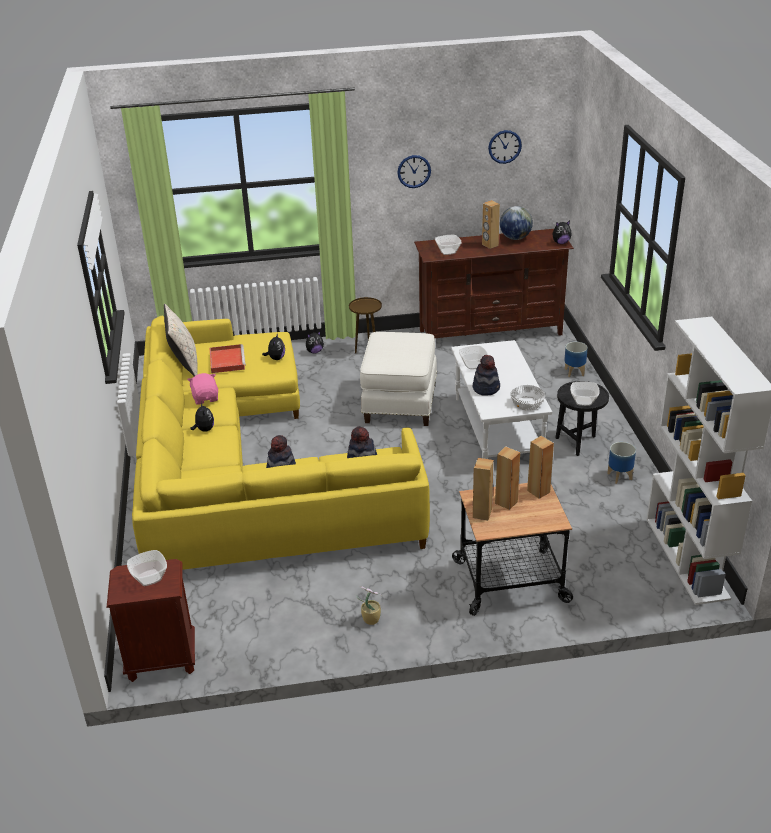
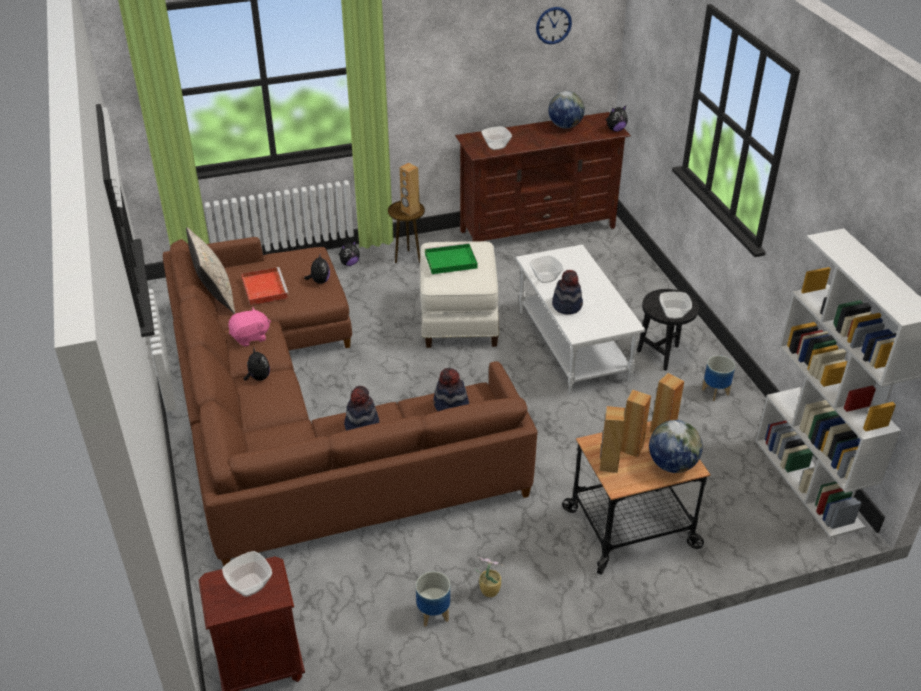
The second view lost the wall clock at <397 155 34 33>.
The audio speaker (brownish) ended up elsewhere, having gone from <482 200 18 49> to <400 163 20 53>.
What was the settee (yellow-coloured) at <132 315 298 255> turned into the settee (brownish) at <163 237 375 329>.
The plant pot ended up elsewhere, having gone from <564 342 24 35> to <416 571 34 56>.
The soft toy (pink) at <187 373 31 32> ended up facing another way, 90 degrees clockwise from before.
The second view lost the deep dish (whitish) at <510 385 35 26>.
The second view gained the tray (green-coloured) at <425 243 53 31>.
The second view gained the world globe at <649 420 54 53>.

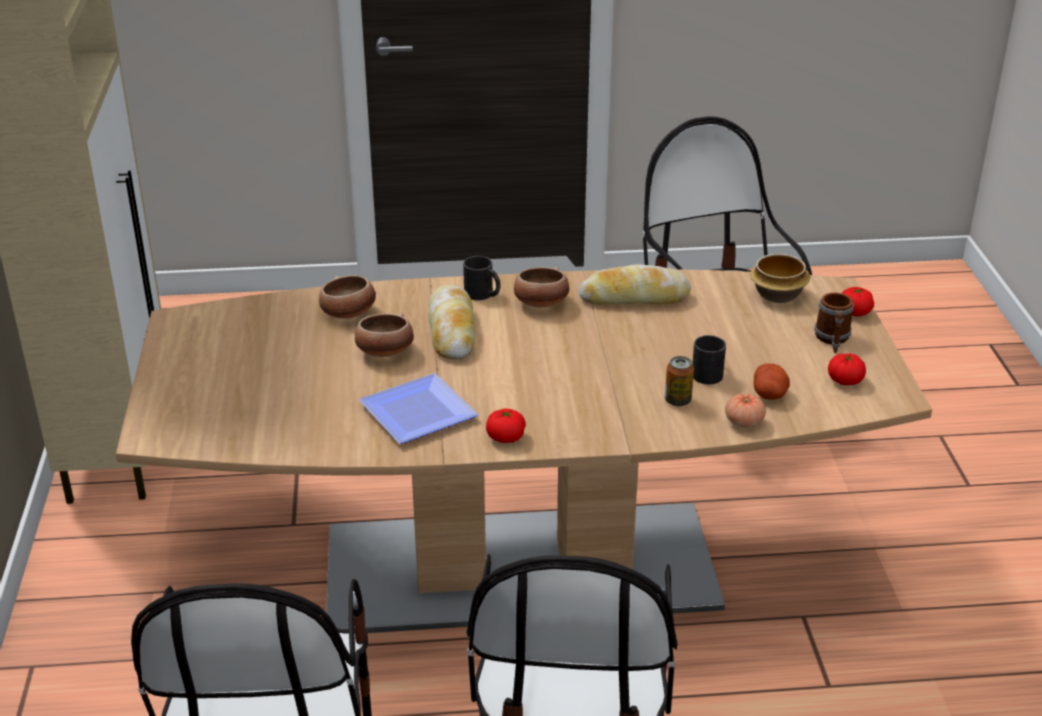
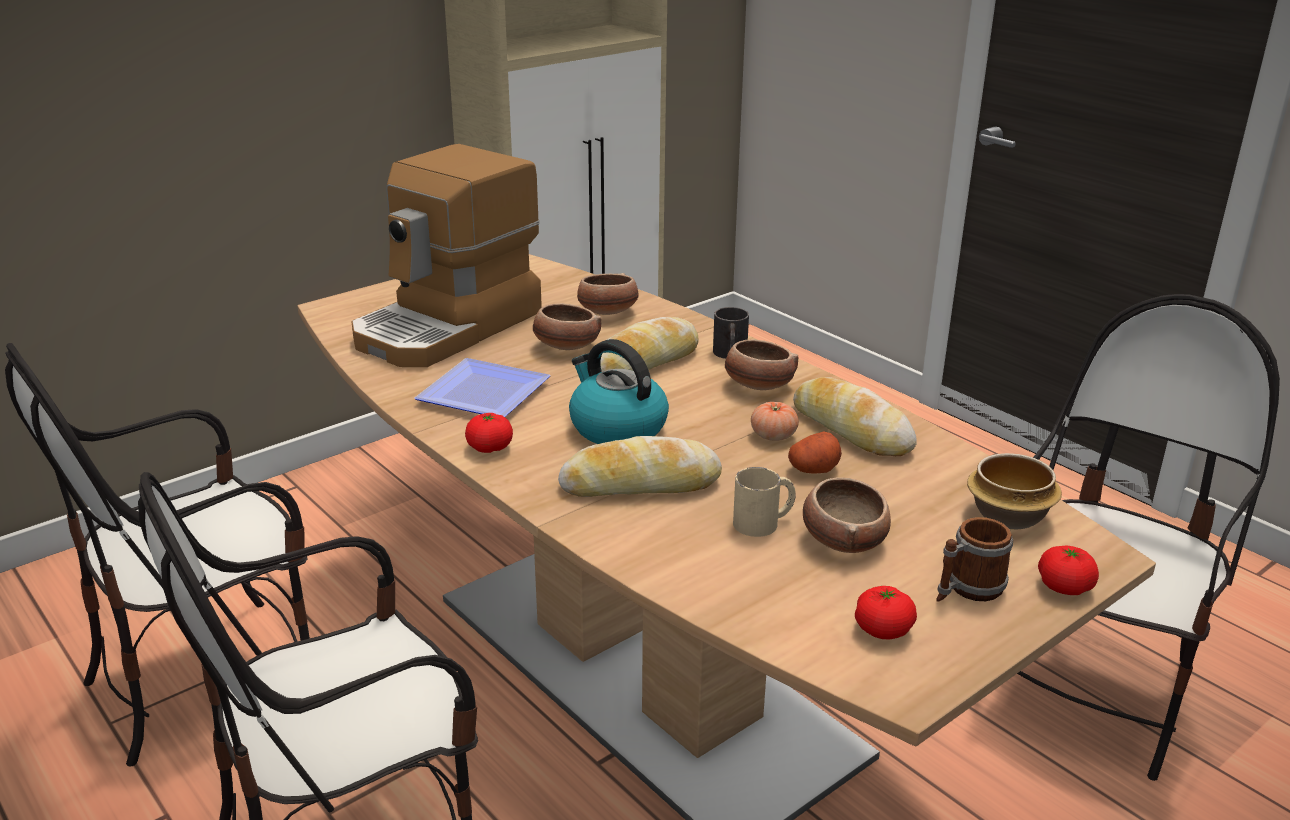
What was the coffee mug (black) at <692 335 34 49> turned into the coffee mug (sand-coloured) at <733 467 63 70>.
The second view lost the sealed can at <665 356 29 50>.
The whole potato ended up elsewhere, having gone from <754 363 36 37> to <788 431 54 43>.
The whole tomato ended up elsewhere, having gone from <725 393 41 35> to <751 402 48 39>.
The second view gained the coffee machine at <352 144 190 223>.
The second view gained the tea kettle at <569 339 100 105>.
The second view gained the baked bread at <558 436 164 61>.
The second view gained the deep dish at <803 477 88 76>.

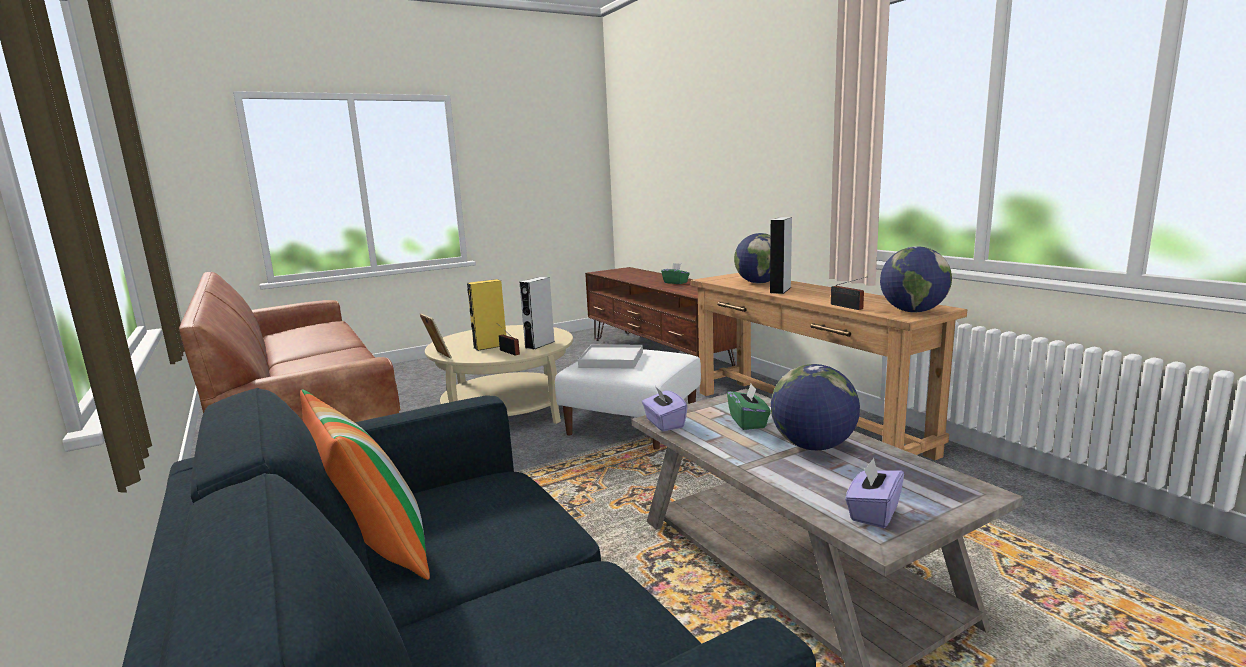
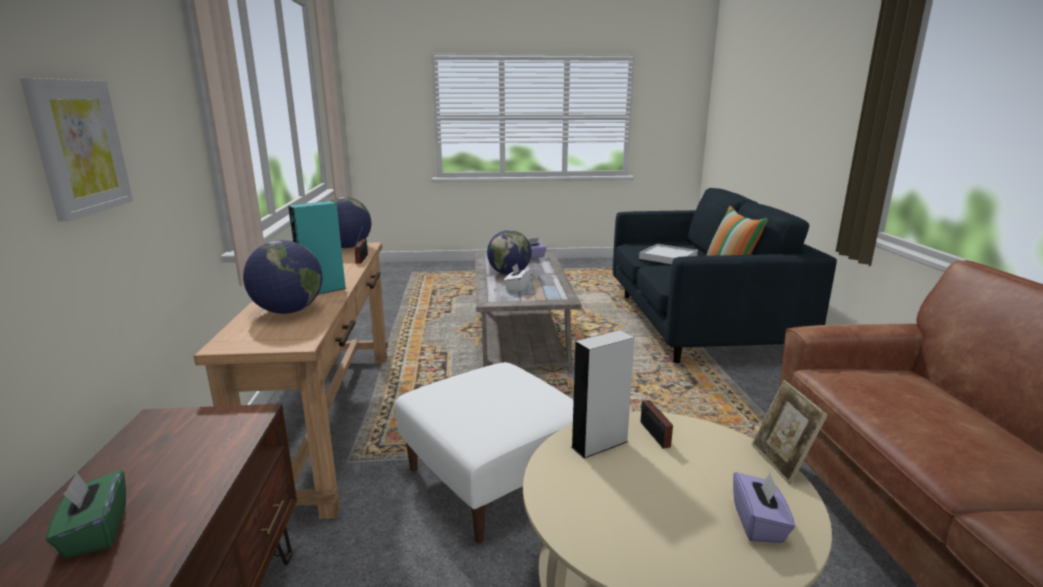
What was the audio speaker (grey) at <770 217 22 77> turned into the audio speaker (turquoise) at <288 201 58 93>.
The second view lost the audio speaker (yellow-coloured) at <467 279 39 72>.
The tray (whitish) ended up elsewhere, having gone from <578 344 65 25> to <639 244 59 20>.
What was the tissue holder (green-coloured) at <727 384 44 46> turned into the tissue holder (whitish) at <504 264 27 28>.
The tissue holder (purple-coloured) ended up elsewhere, having gone from <642 386 46 45> to <733 472 62 71>.
The second view gained the wall art at <20 78 113 143>.

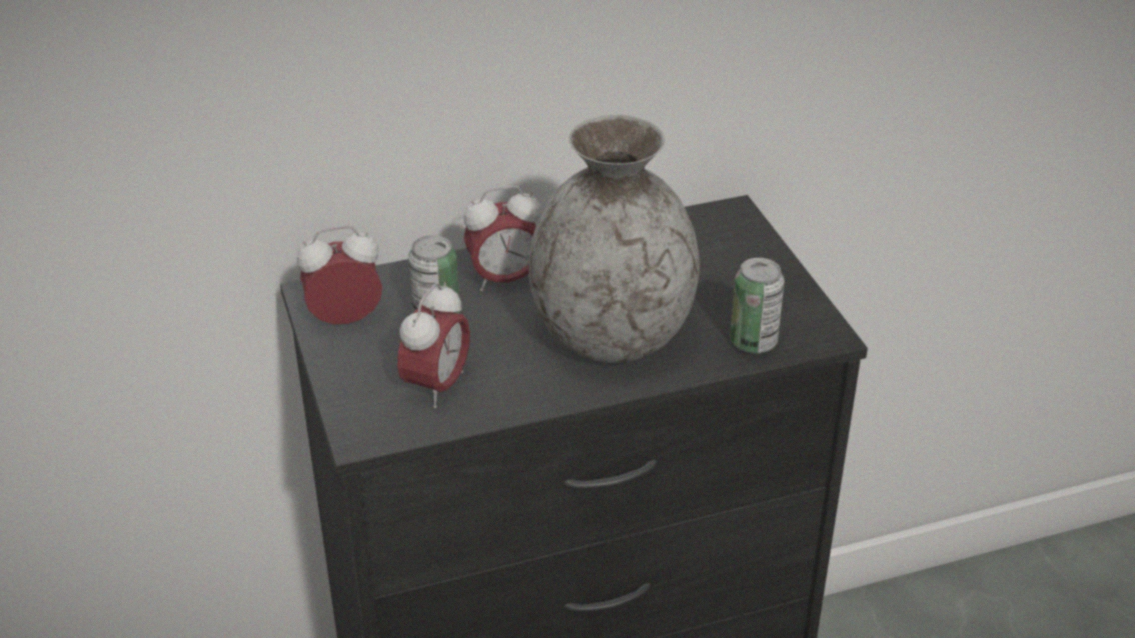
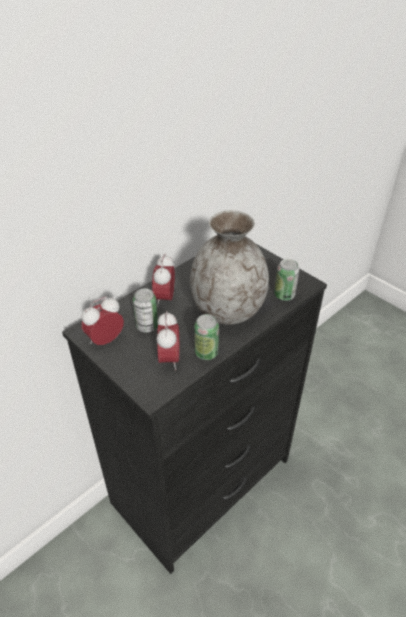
The table clock at <464 186 77 105> ended up facing another way, 135 degrees clockwise from before.
The second view gained the sealed can at <194 314 25 46>.

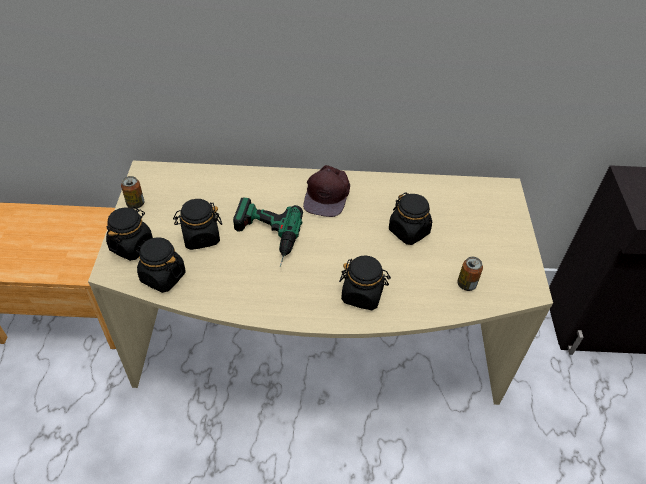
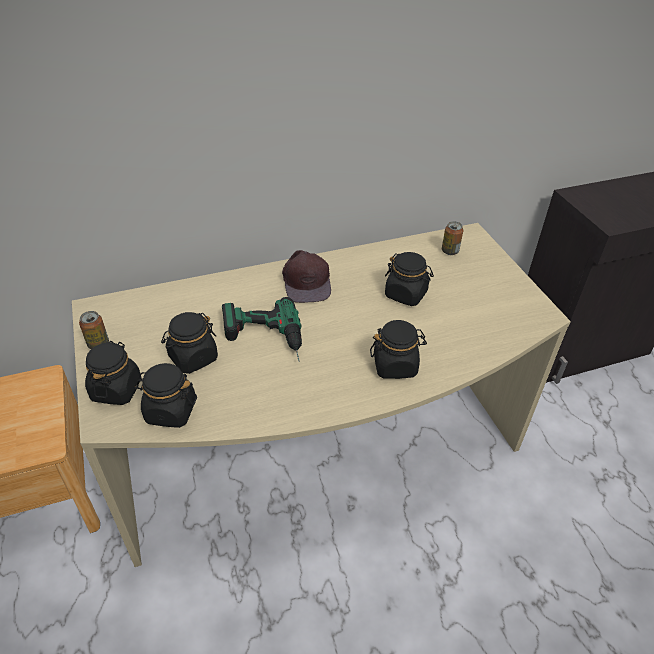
The sealed can ended up elsewhere, having gone from <457 257 26 34> to <442 221 21 34>.

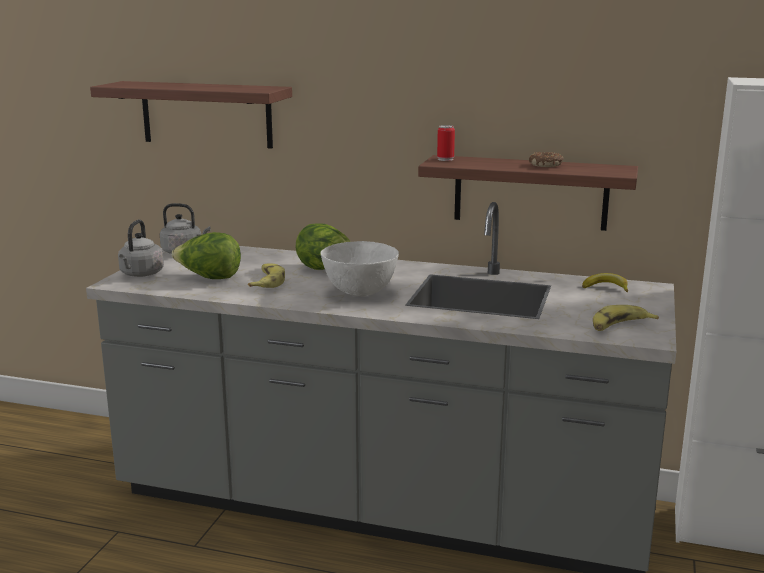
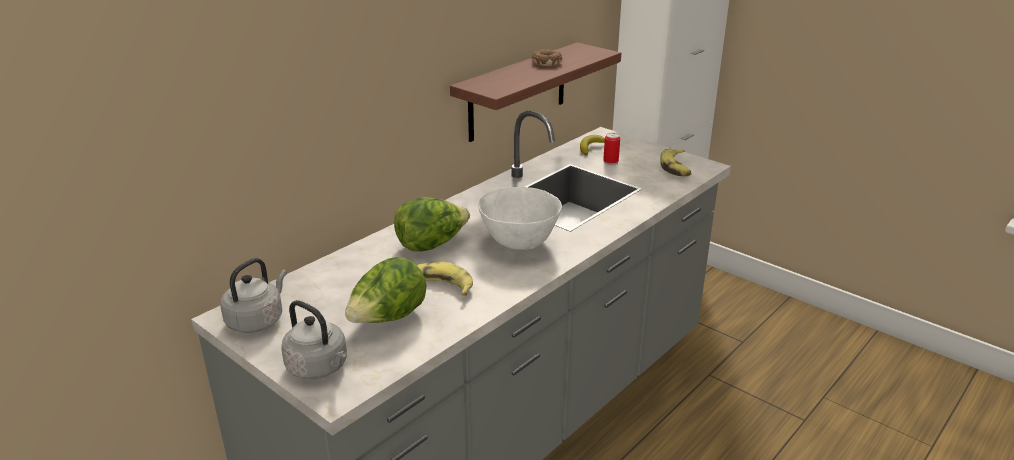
The second view lost the bracket shelf at <90 81 202 68>.
The sealed can ended up elsewhere, having gone from <437 125 18 36> to <603 133 17 33>.

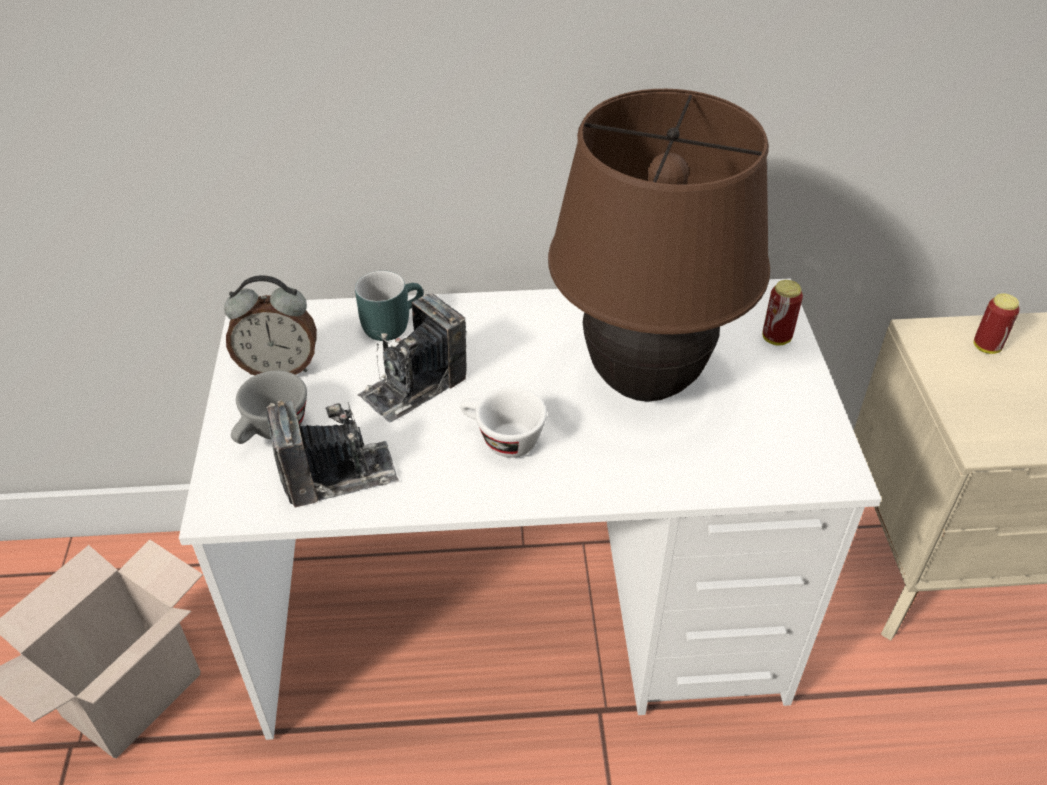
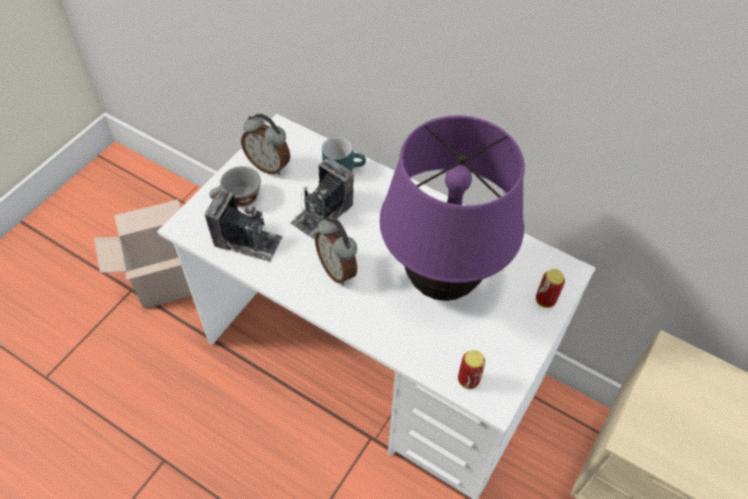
What was the tabletop lamp (brownish) at <548 89 222 313> turned into the tabletop lamp (purple-coloured) at <380 115 145 186>.
The photo camera at <357 293 110 130> ended up facing another way, 45 degrees counterclockwise from before.
The sealed can ended up elsewhere, having gone from <974 293 46 61> to <458 350 27 39>.
Where the cup (whitish) stood at <460 387 87 71>, the table clock came to stand at <315 217 42 68>.

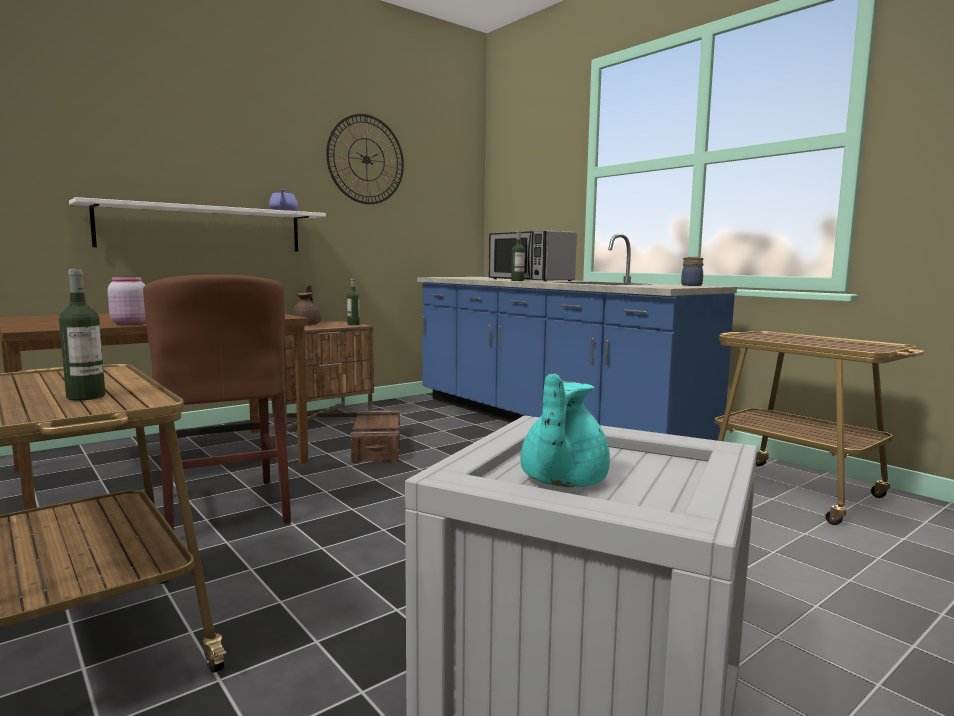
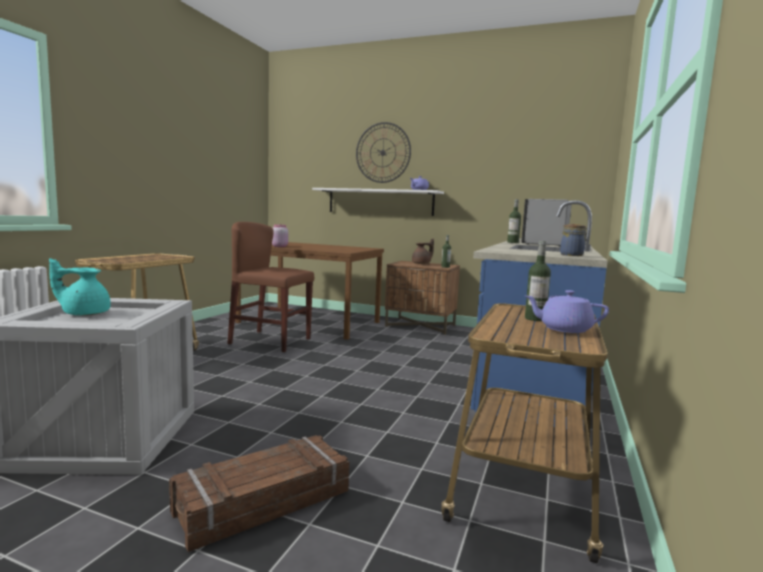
The wall clock ended up elsewhere, having gone from <326 114 78 90> to <356 122 55 61>.
The beverage bottle ended up elsewhere, having gone from <59 269 46 132> to <525 241 26 80>.
The chair (brownish) at <143 275 148 255> ended up facing another way, 75 degrees clockwise from before.
The packing crate ended up elsewhere, having gone from <351 409 49 55> to <169 435 180 117>.
The second view gained the tea pot (purple-coloured) at <525 290 84 43>.

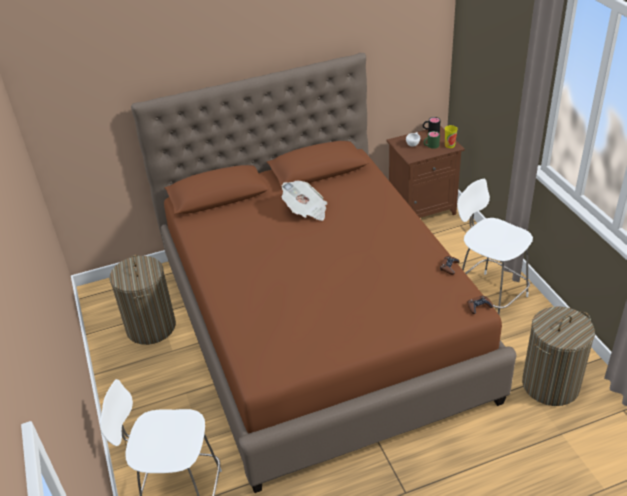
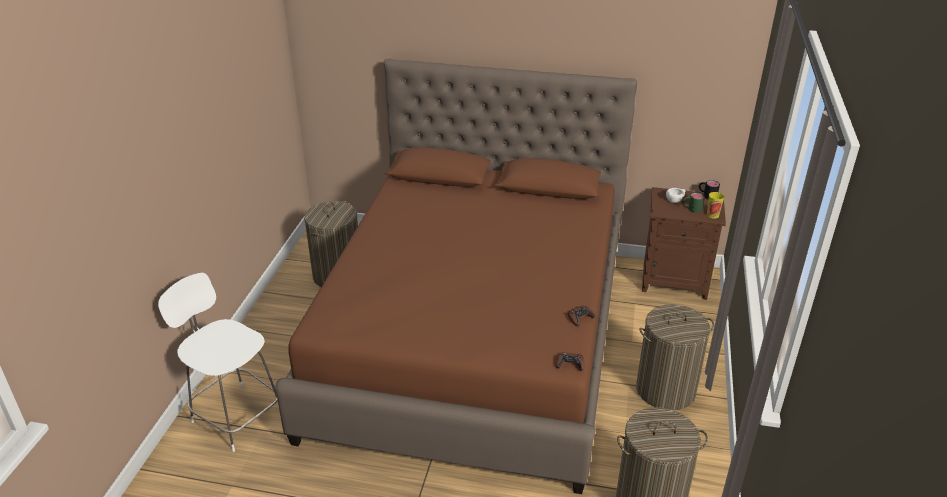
Where the chair (whitish) stood at <457 179 76 136>, the hamper came to stand at <636 304 78 106>.
The second view lost the newspaper at <282 181 45 40>.

